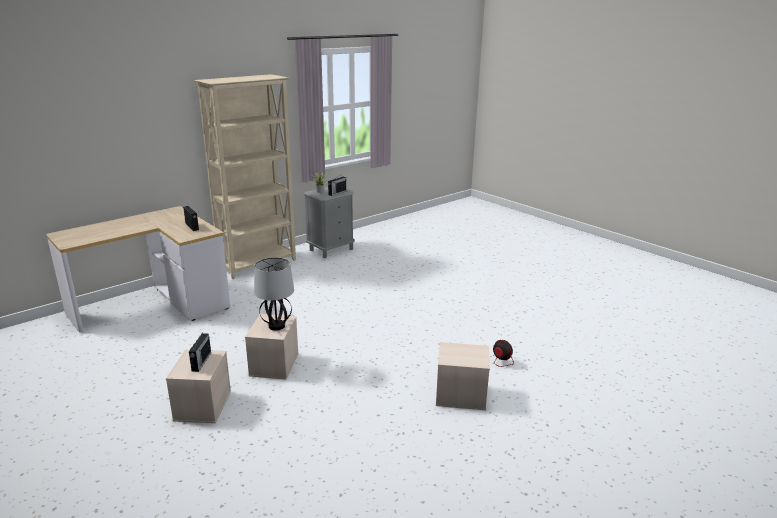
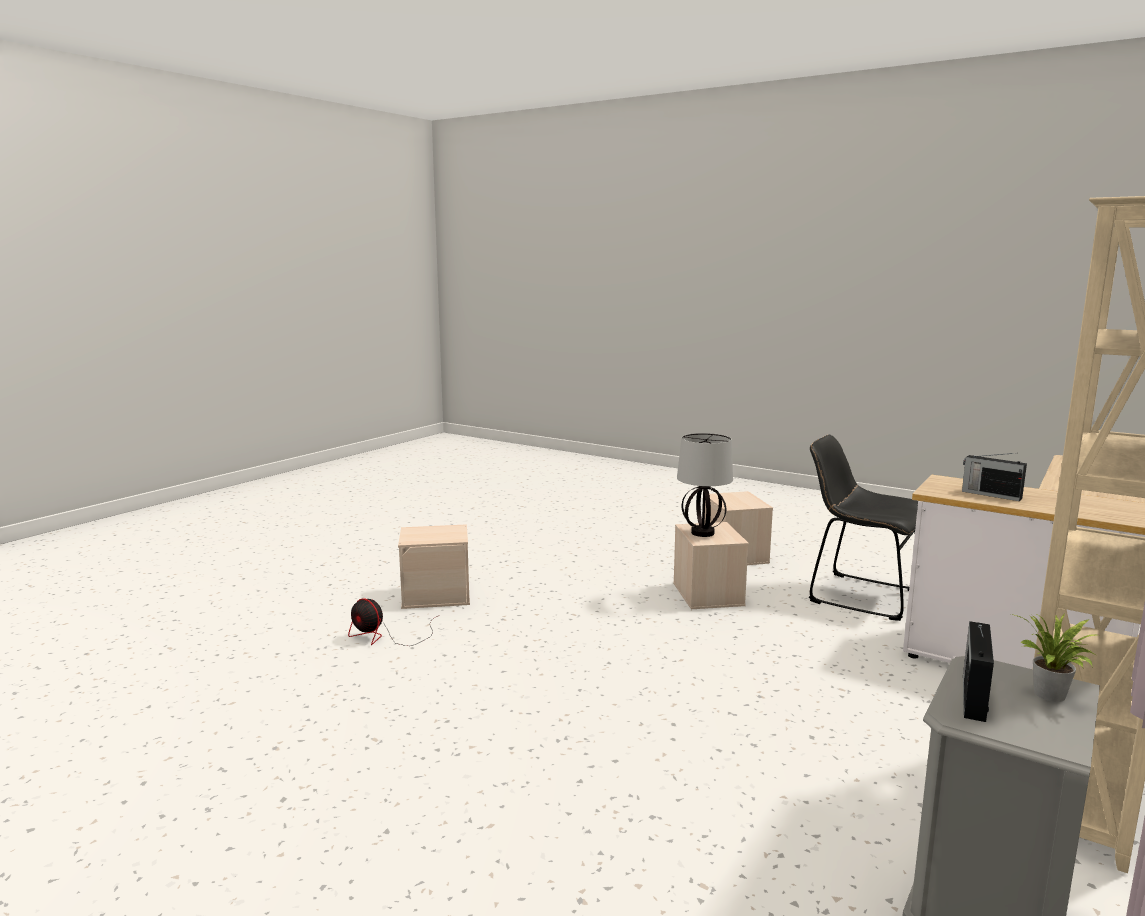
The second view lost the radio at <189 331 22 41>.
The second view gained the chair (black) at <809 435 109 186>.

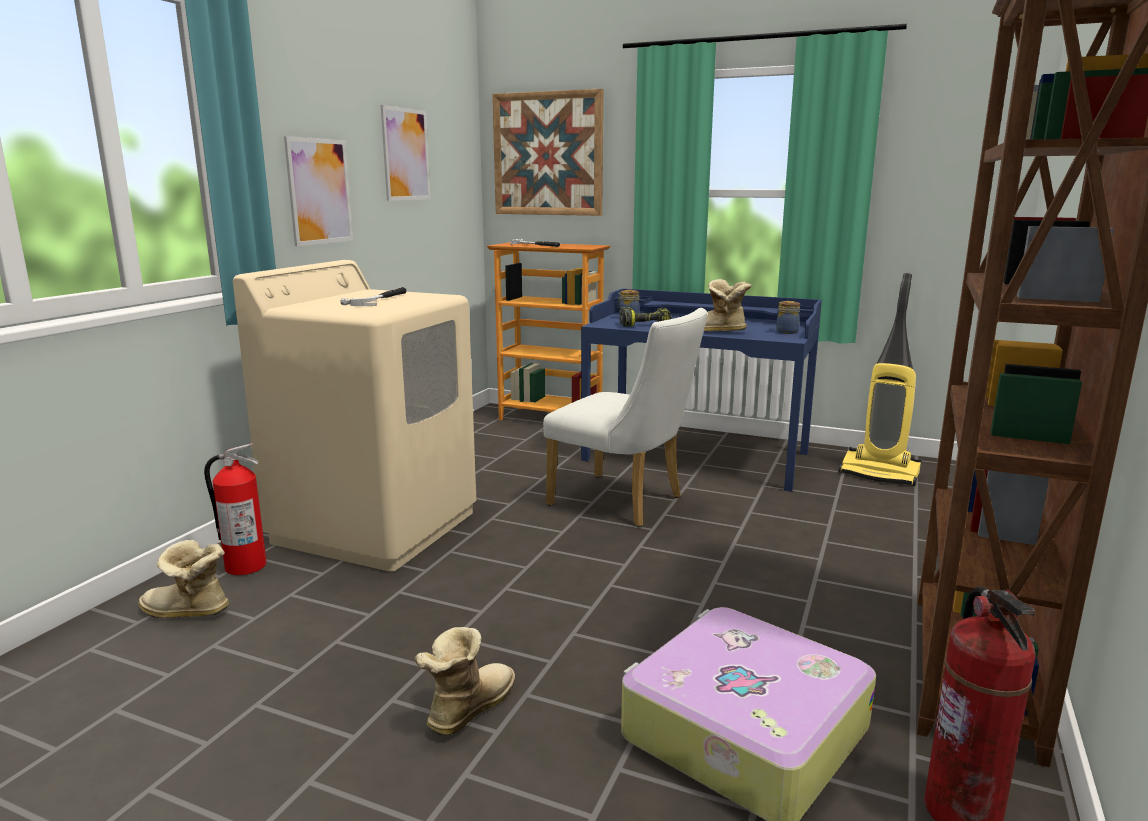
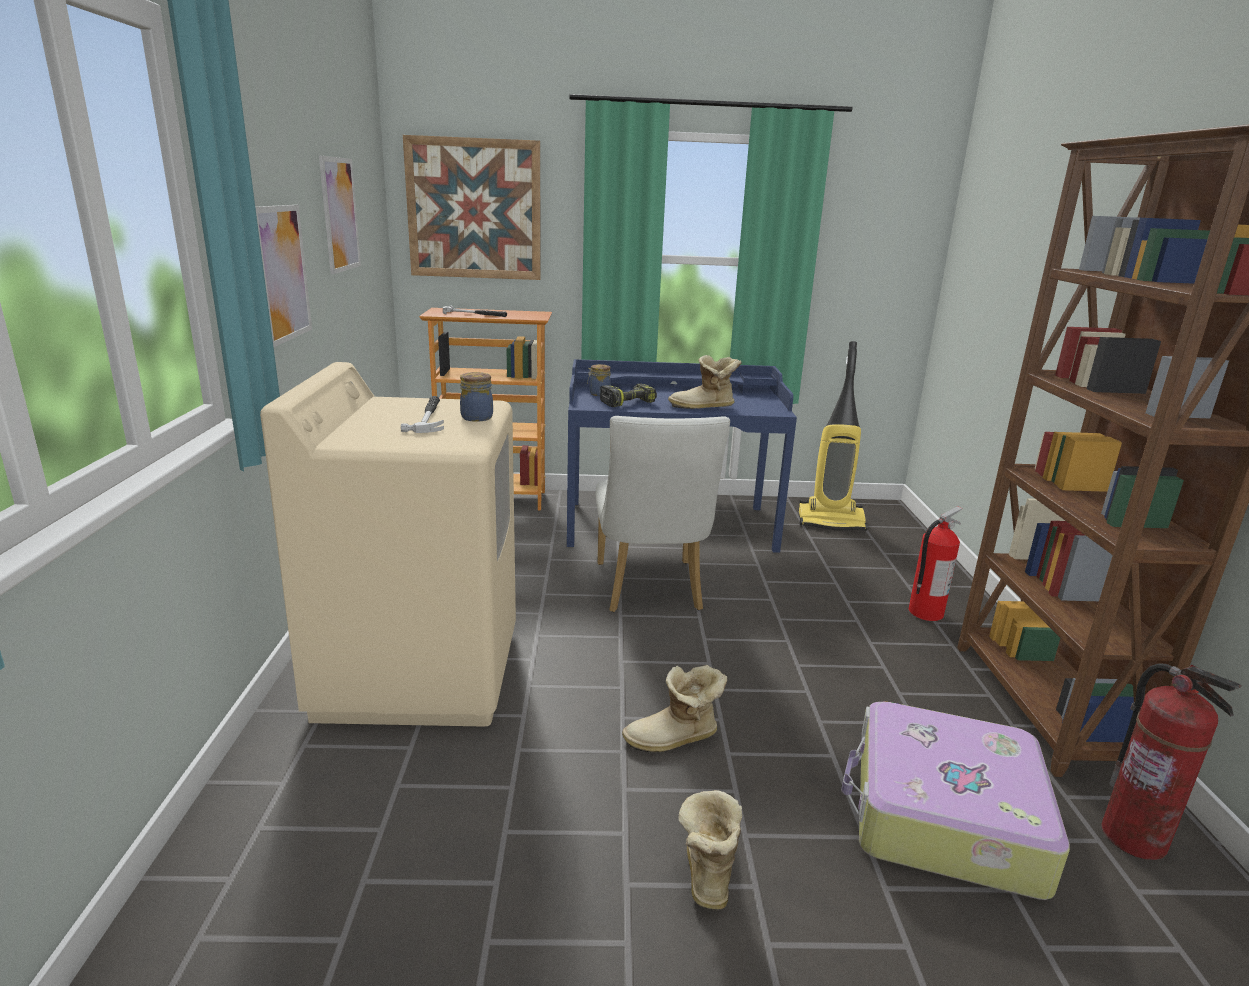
The jar ended up elsewhere, having gone from <776 301 24 33> to <460 372 33 50>.
The chair (whitish) at <543 308 164 219> ended up facing another way, 75 degrees clockwise from before.
The extinguisher ended up elsewhere, having gone from <204 443 62 132> to <909 506 53 115>.
The high-top boot ended up elsewhere, having gone from <138 540 91 78> to <622 665 105 88>.

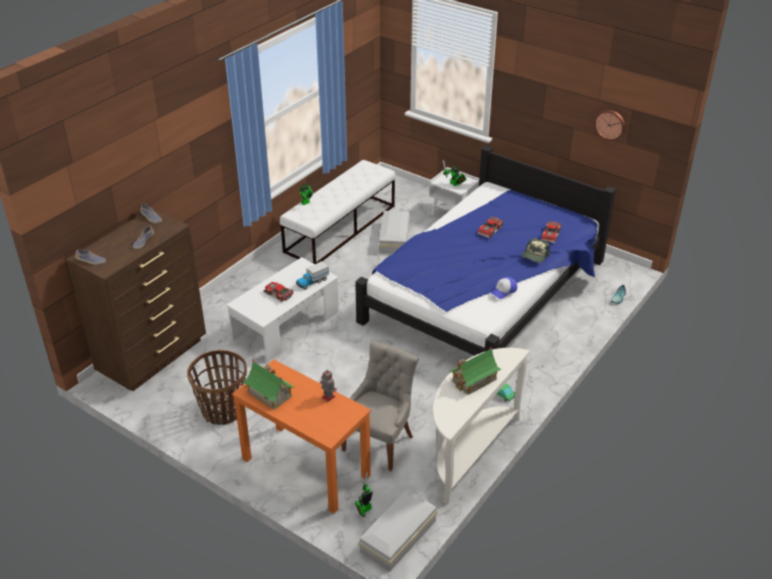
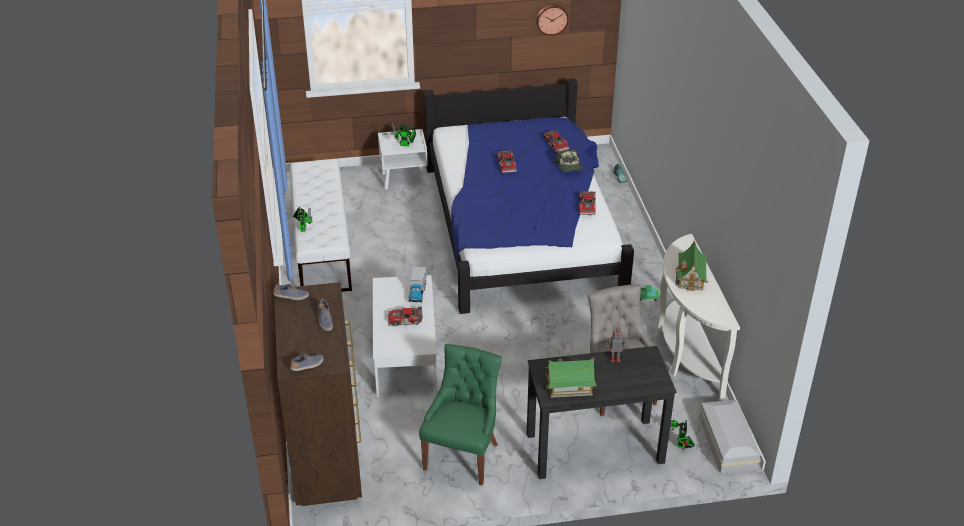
The second view lost the storage bin (whitish) at <379 211 31 43>.
Where the baseball cap stood at <491 277 26 22>, the toy car came to stand at <579 191 17 24>.
Where the storage basket stood at <187 350 60 75>, the chair (green-coloured) came to stand at <419 344 83 142>.
What was the desk (orange) at <232 359 139 155> turned into the desk (black) at <527 346 149 133>.

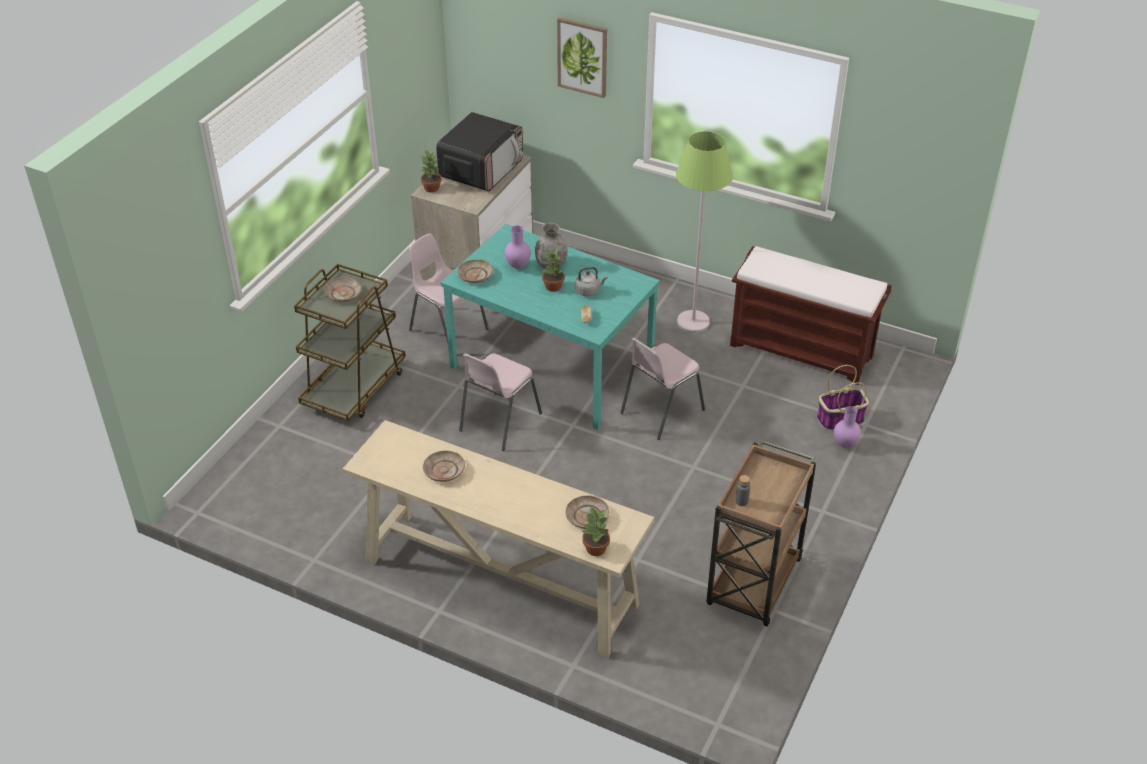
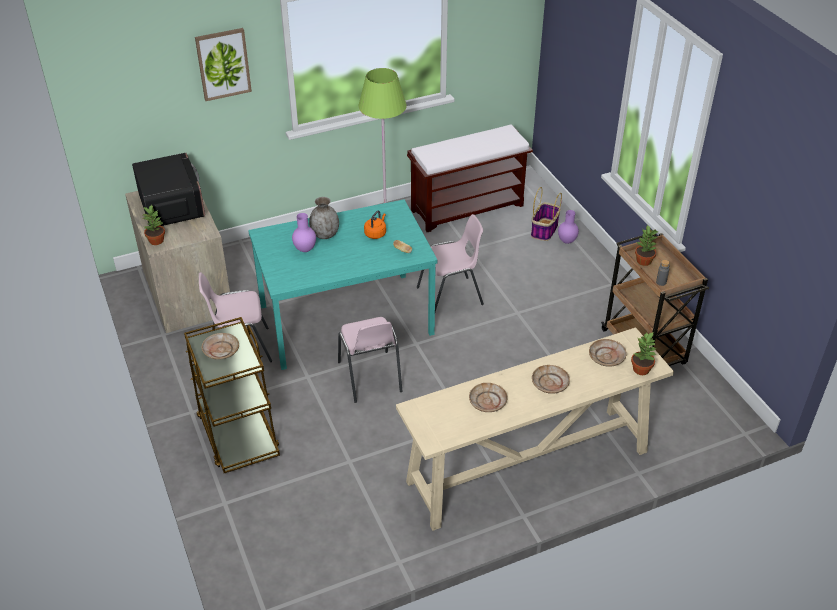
The plant in a pot ended up elsewhere, having gone from <542 247 23 45> to <635 224 24 42>.
The plate (sand-coloured) ended up elsewhere, having gone from <457 259 36 24> to <532 365 38 29>.
What was the tea kettle (grey) at <575 267 33 29> turned into the tea kettle (orange) at <364 211 22 28>.
The chair (pink) at <620 338 85 102> ended up facing another way, 105 degrees counterclockwise from before.

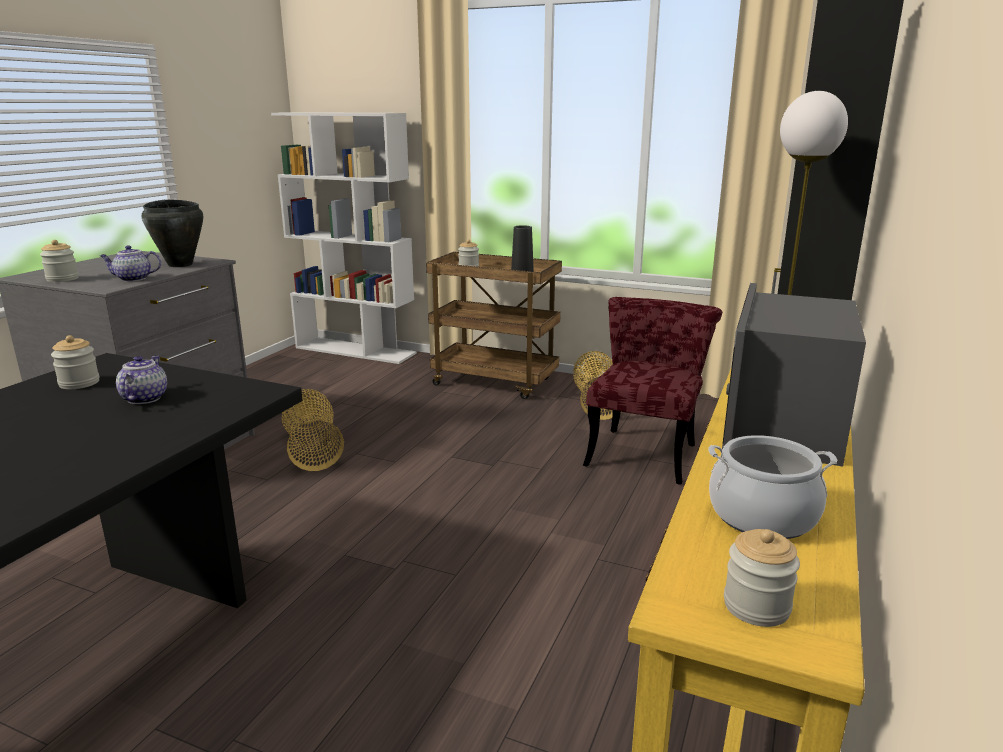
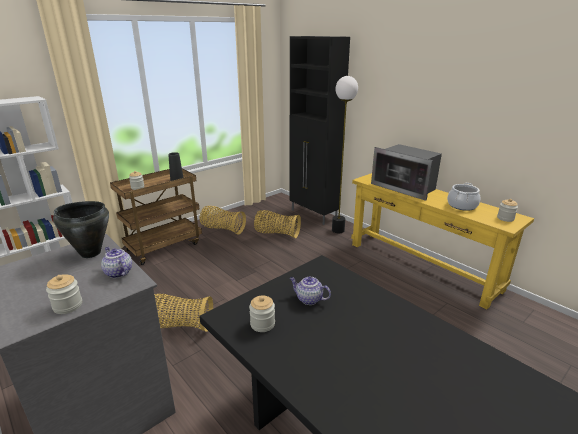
The tea pot at <100 245 61 37> ended up facing another way, 120 degrees clockwise from before.
Where the chair (reddish) stood at <583 297 139 188>, the storage basket came to stand at <254 210 47 28>.

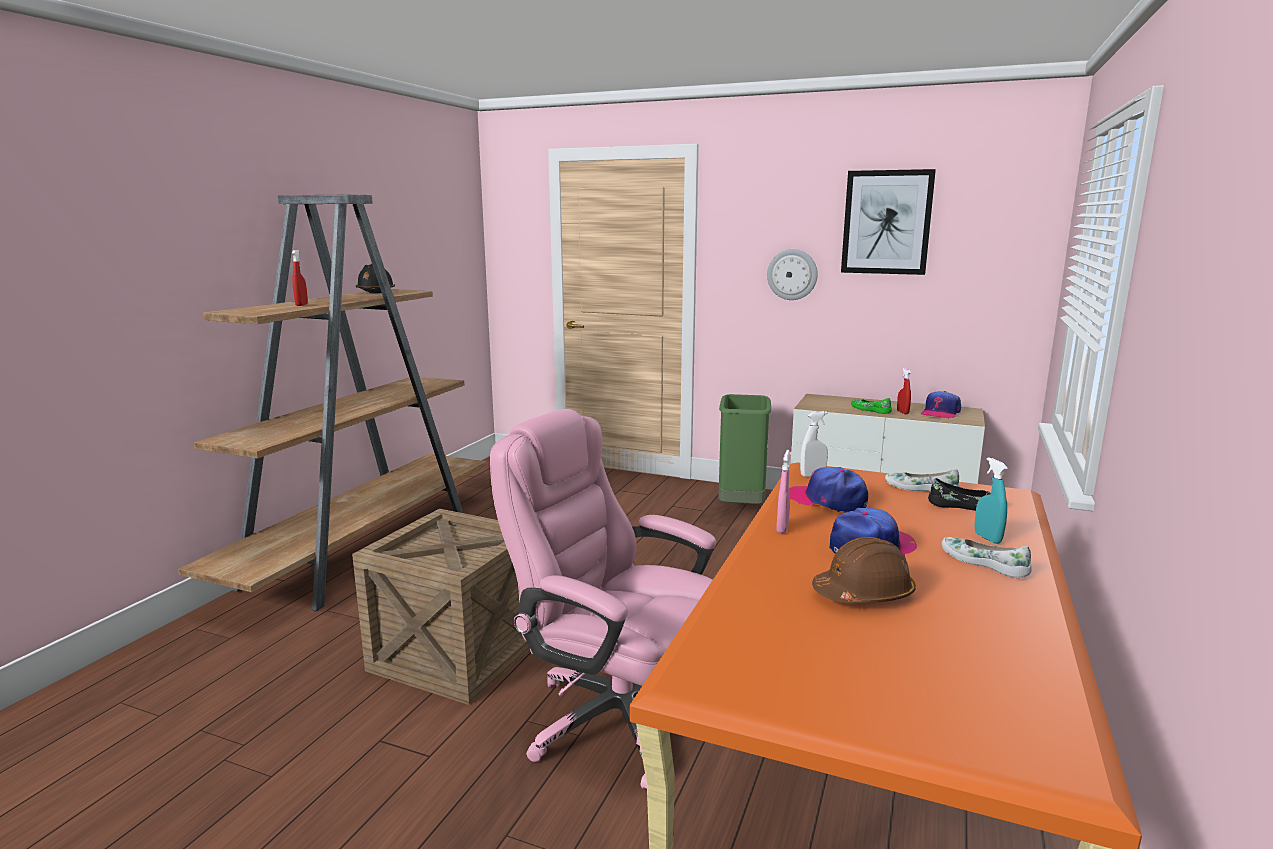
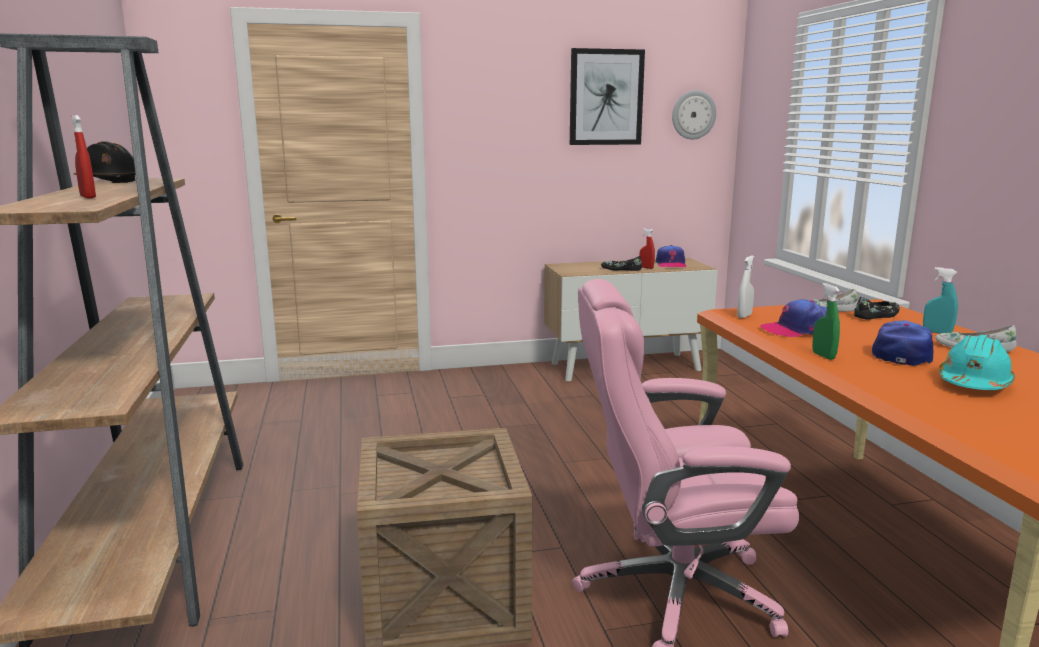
The wall clock ended up elsewhere, having gone from <767 249 51 51> to <672 90 44 50>.
The second view lost the rubbish bin (green-coloured) at <718 394 53 110>.
What was the item of footwear (green-coloured) at <851 398 41 16> turned into the item of footwear (black) at <601 256 41 15>.
What was the sprayer (pink) at <776 450 14 83> turned into the sprayer (green-coloured) at <812 283 28 77>.
What was the safety helmet (brownish) at <812 537 104 66> turned into the safety helmet (turquoise) at <939 335 76 55>.

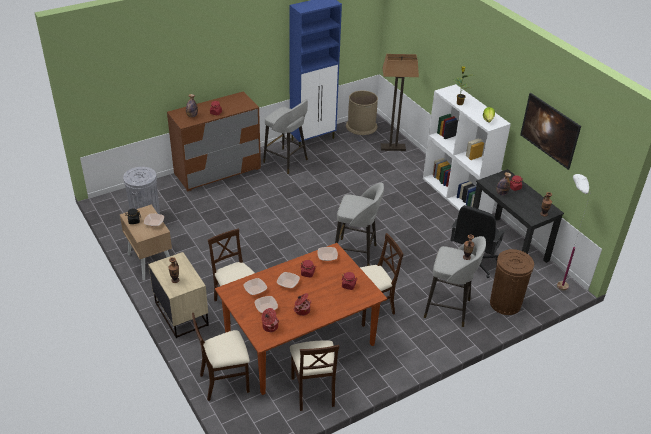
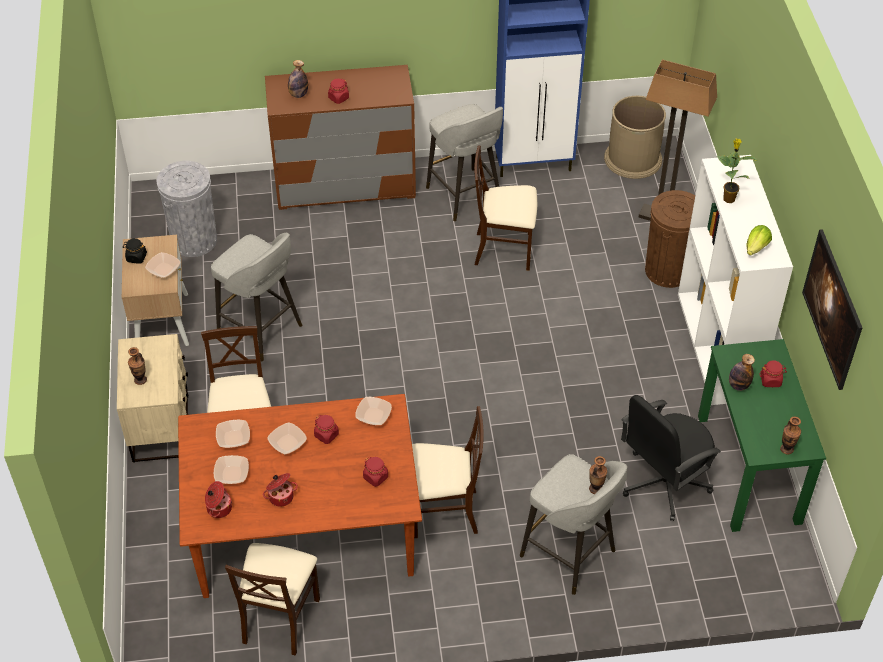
What was the desk (black) at <473 169 91 94> turned into the desk (green-coloured) at <698 339 128 193>.
The second view lost the floor lamp (whitish) at <557 174 34 117>.
The sitting stool (grey) ended up elsewhere, having gone from <335 183 49 83> to <211 233 91 128>.
The rubbish bin (brownish) ended up elsewhere, having gone from <490 249 44 66> to <645 190 50 98>.
The chair (sand-coloured) ended up elsewhere, having gone from <192 313 58 88> to <474 145 63 126>.

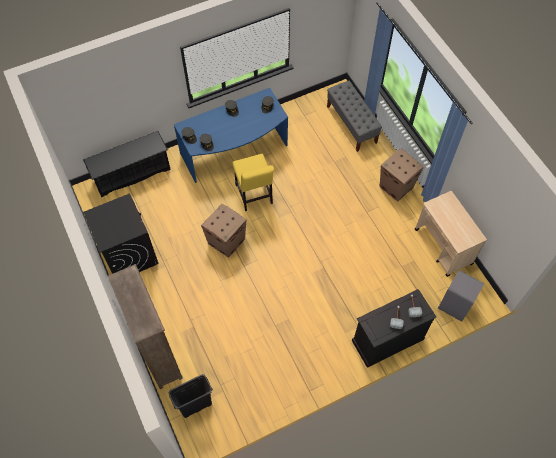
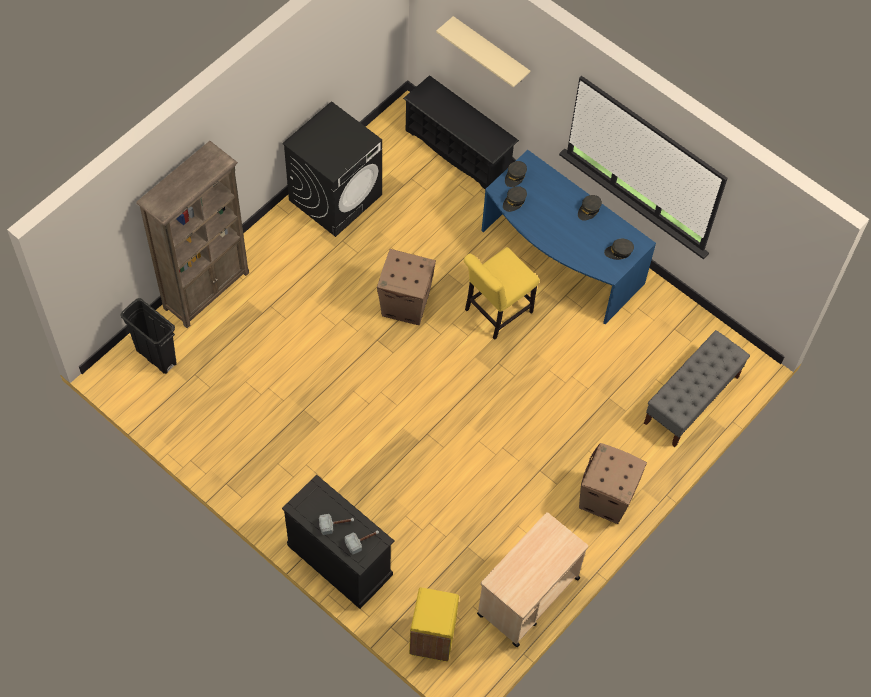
What was the rubbish bin (grey) at <438 270 46 52> turned into the rubbish bin (yellow-coloured) at <409 588 50 74>.
The second view gained the bracket shelf (sand-coloured) at <436 16 94 71>.

